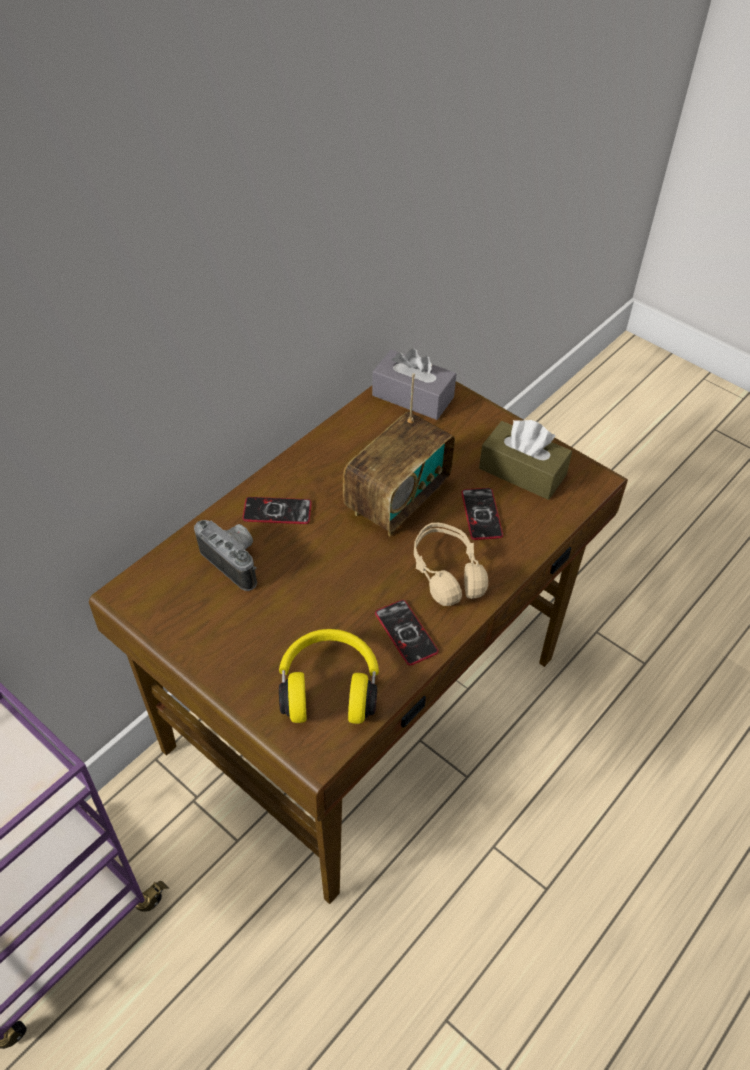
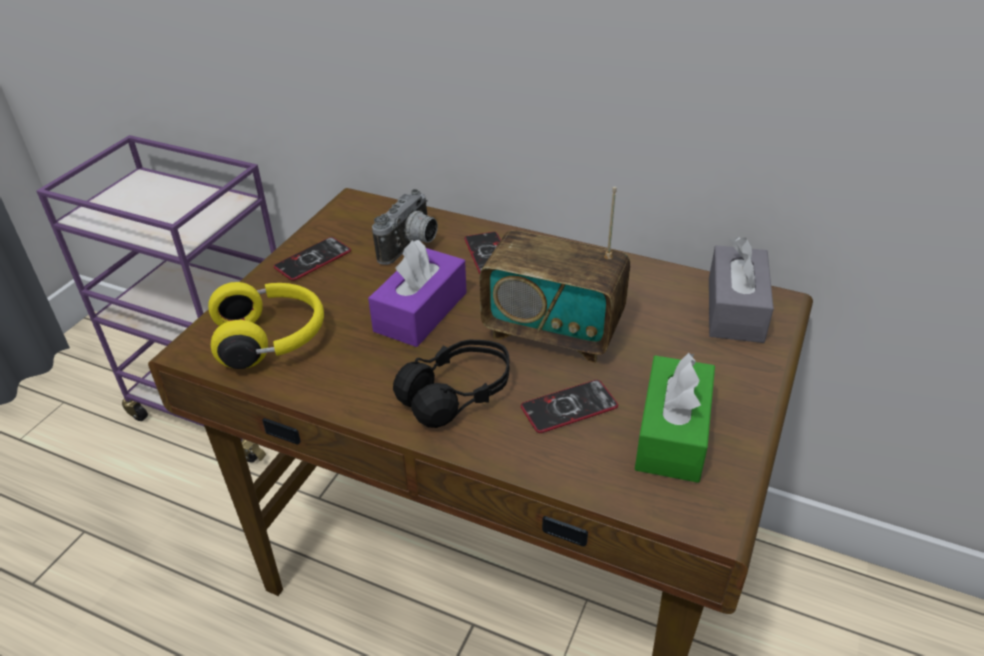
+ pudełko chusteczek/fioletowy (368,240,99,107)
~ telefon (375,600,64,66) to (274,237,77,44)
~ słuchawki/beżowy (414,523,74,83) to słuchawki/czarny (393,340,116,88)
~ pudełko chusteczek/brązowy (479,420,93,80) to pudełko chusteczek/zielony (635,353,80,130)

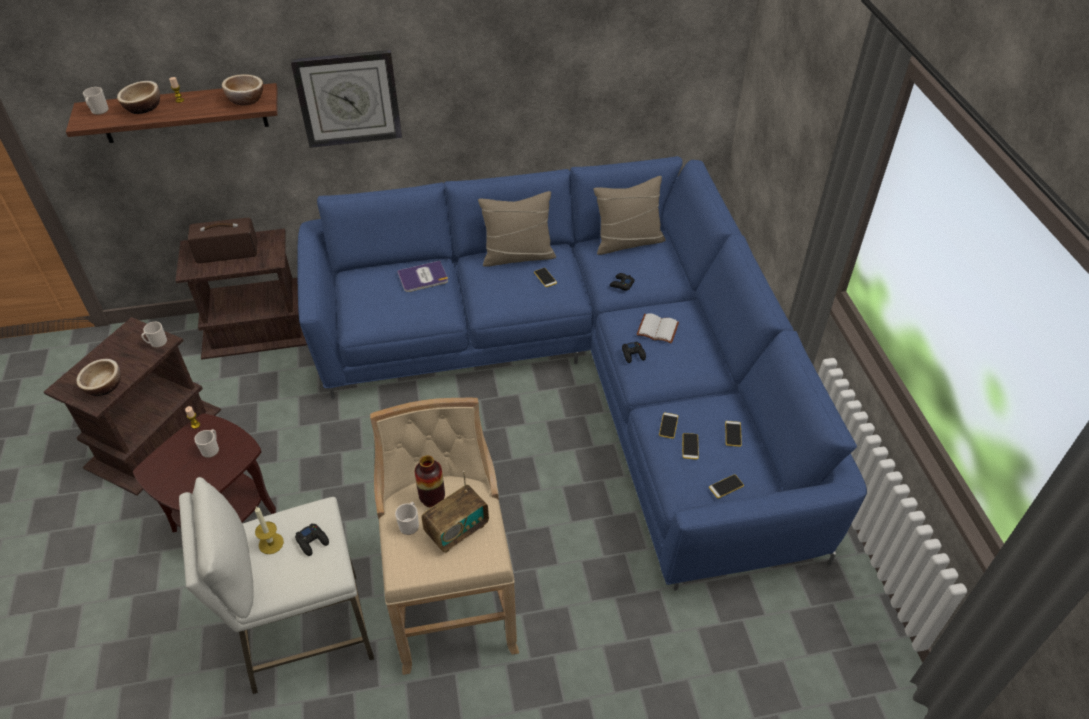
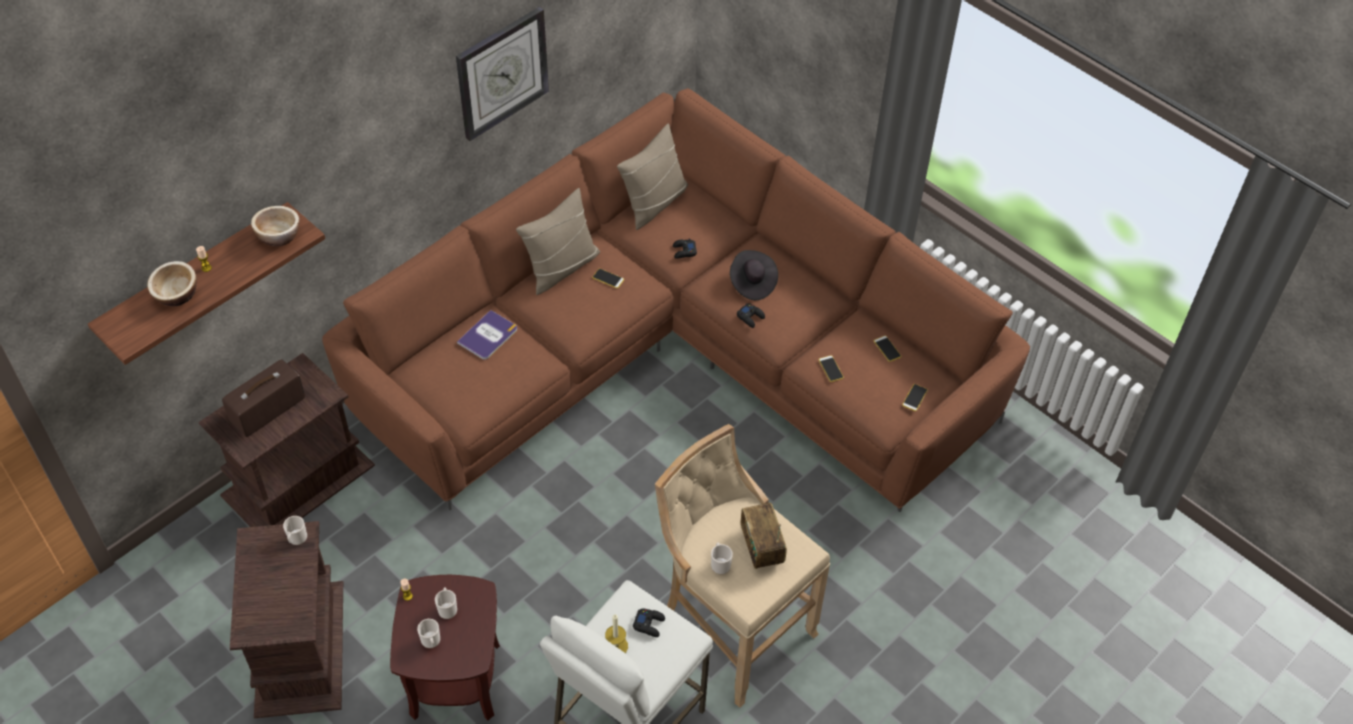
- miska (76,359,45,37)
- wazon (415,455,30,53)
- telefon (682,433,17,27)
~ kubek (83,87,26,28) to (417,619,23,29)
~ zegar ścienny (291,50,111,98) to (456,7,93,134)
~ książka/biały (636,313,43,31) to kapelusz/czarny (730,250,48,50)
~ kanapa/niebieski (297,156,570,435) to kanapa/brązowy (322,88,708,424)
~ radio (422,471,67,82) = (741,503,46,66) 150 degrees clockwise

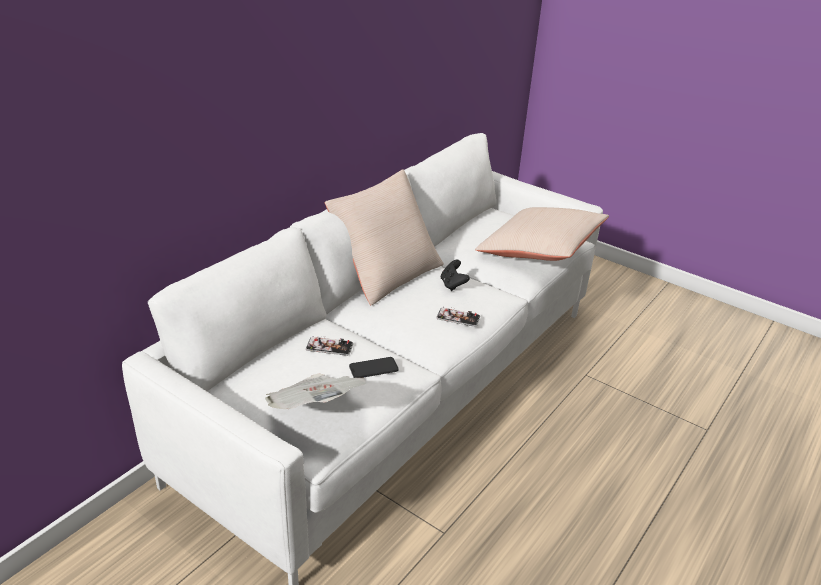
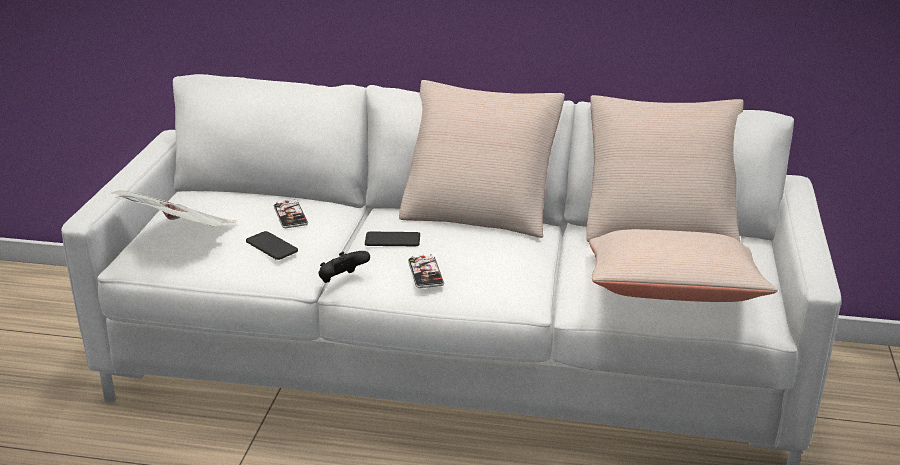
+ telefon (365,232,55,14)
+ poduszka/beżowy (586,95,157,148)
~ pad do gier/czarny (441,260,29,31) to (318,251,52,32)

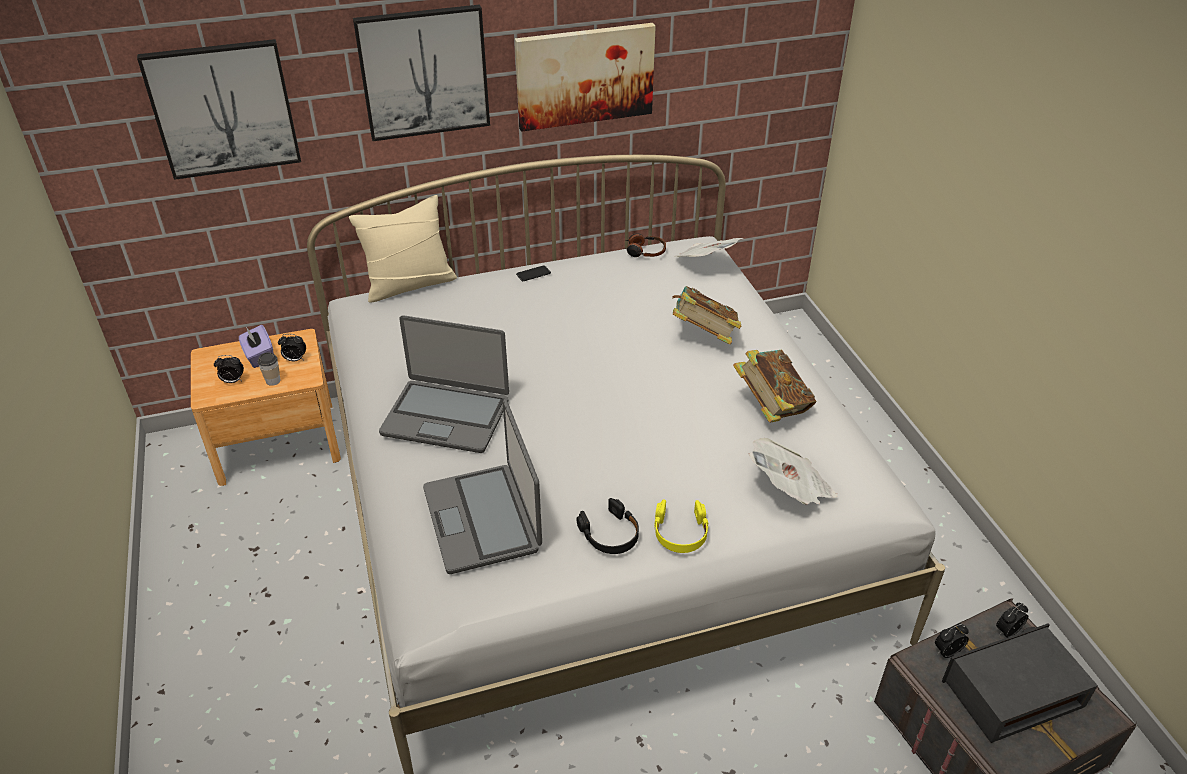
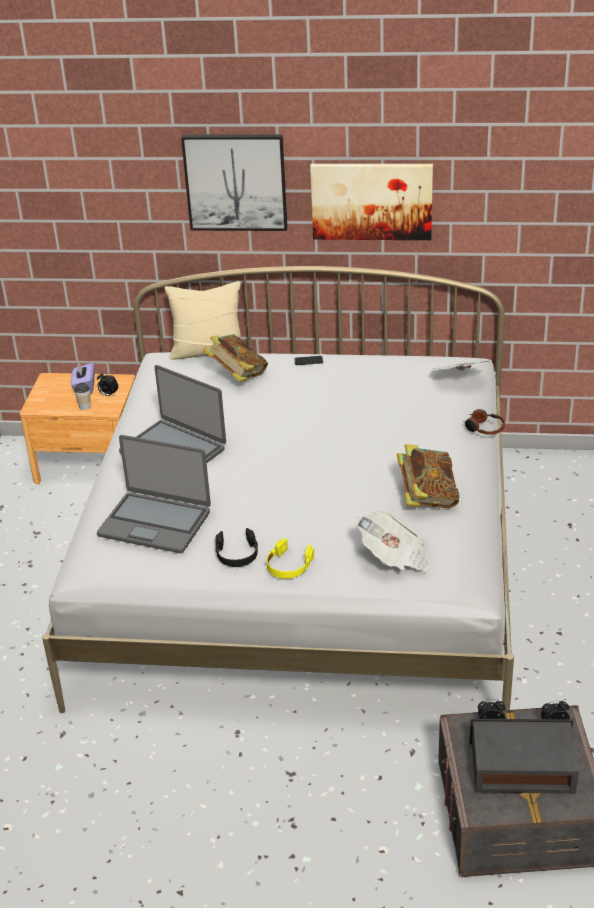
- obraz (137,39,164,141)
- budzik (214,355,30,28)
~ słuchawki (624,233,42,24) to (463,409,42,26)
~ książka (672,286,69,59) to (203,334,65,48)
~ laptop (423,400,119,174) = (97,435,114,118) 75 degrees counterclockwise

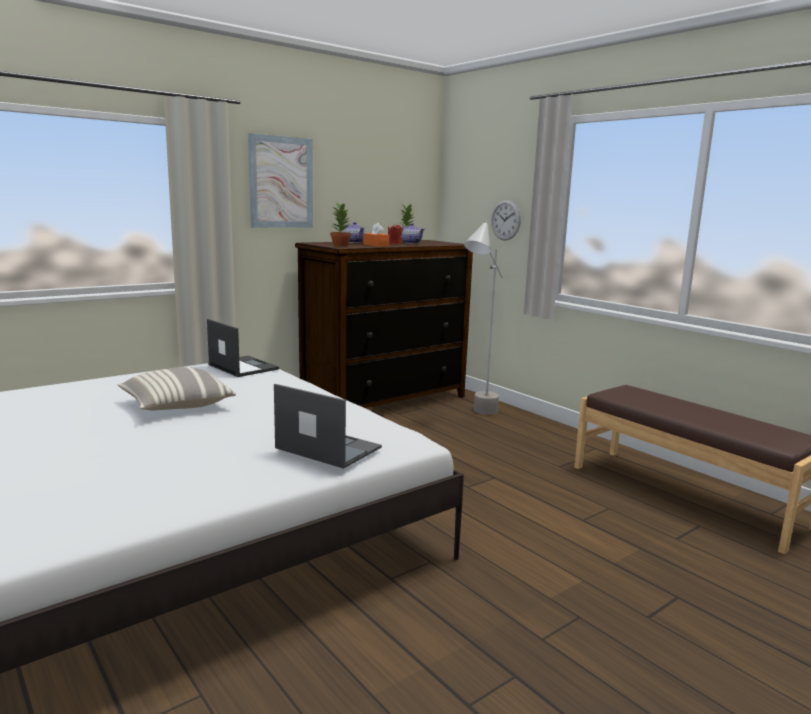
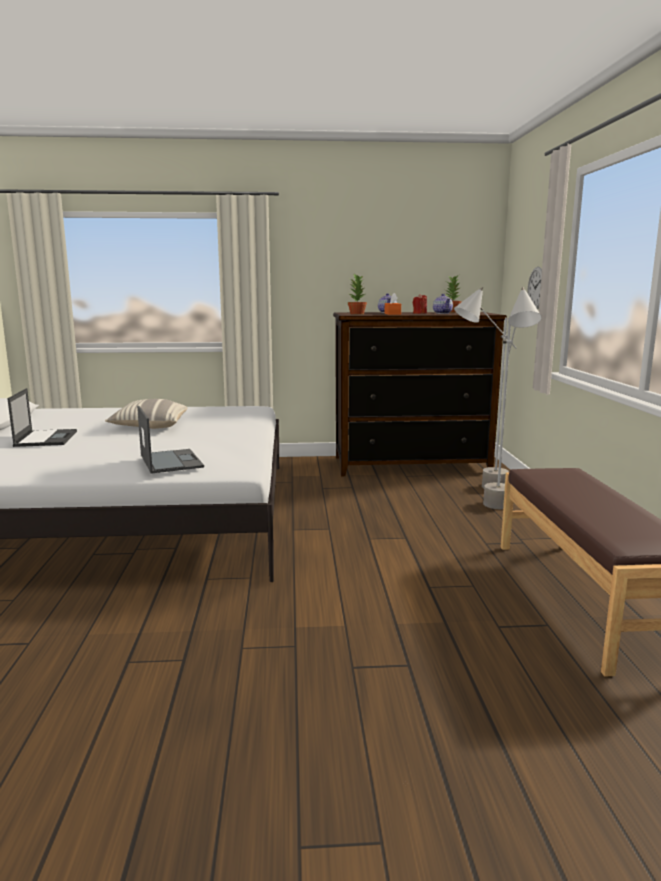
- obraz (248,133,65,95)
+ lampa stojąca/szary (483,287,59,222)
~ laptop (207,319,72,58) to (7,388,70,59)

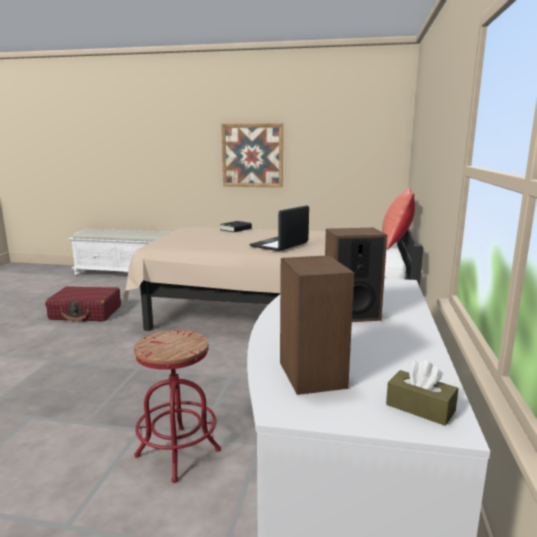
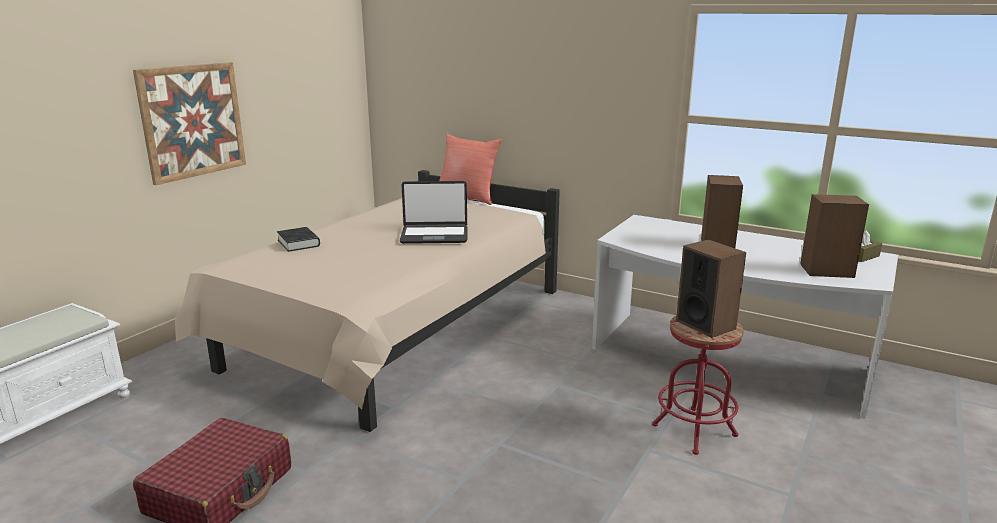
+ głośnik (676,239,70,99)
~ laptop (249,205,60,46) = (400,181,67,63) 60 degrees counterclockwise

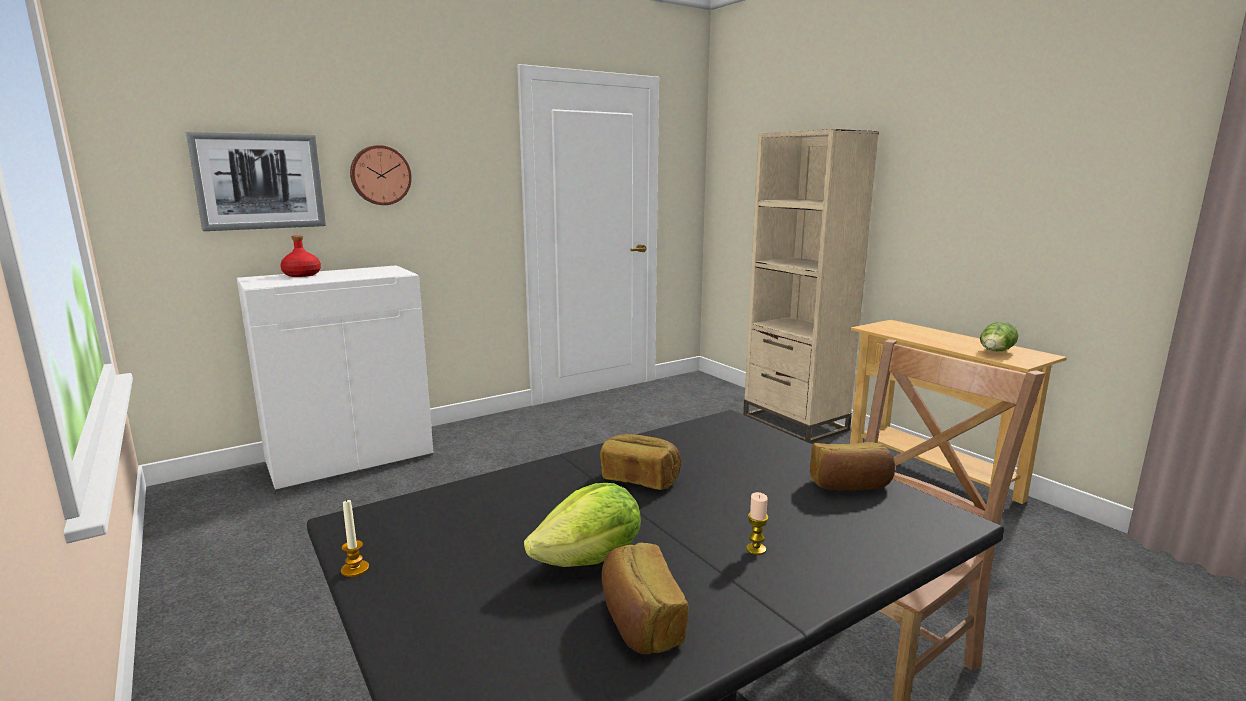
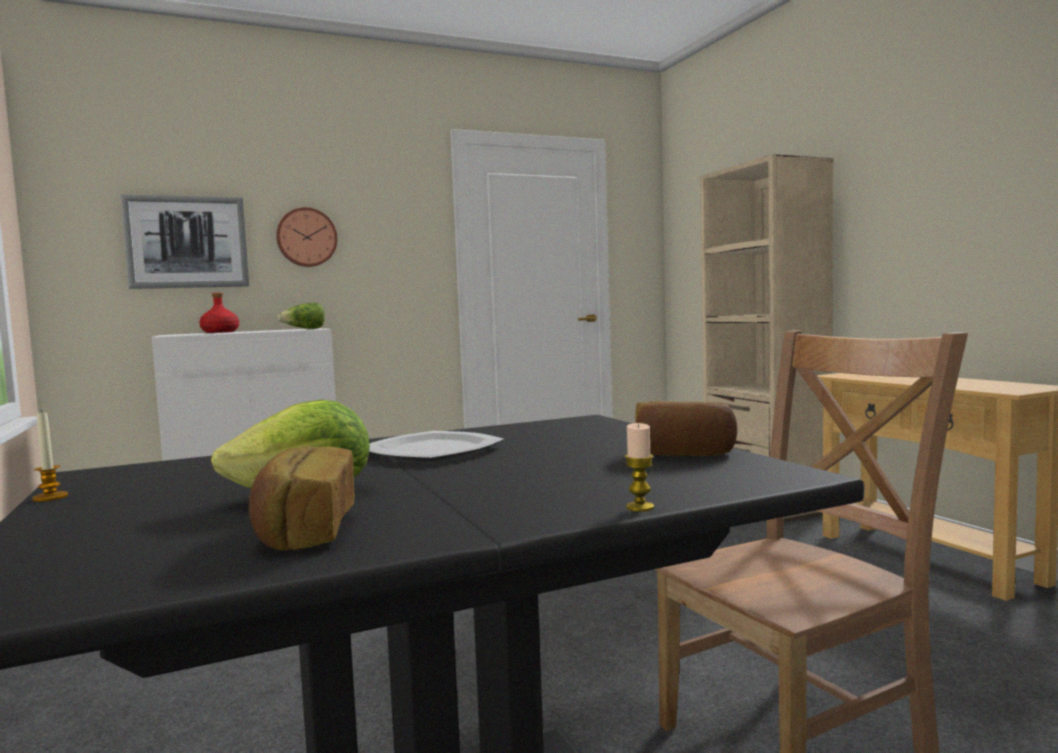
~ świeca (746,492,23,63) to (625,423,29,89)
~ sałata (980,321,38,30) to (277,303,48,26)
~ chleb (600,434,81,56) to talerz (369,431,135,31)

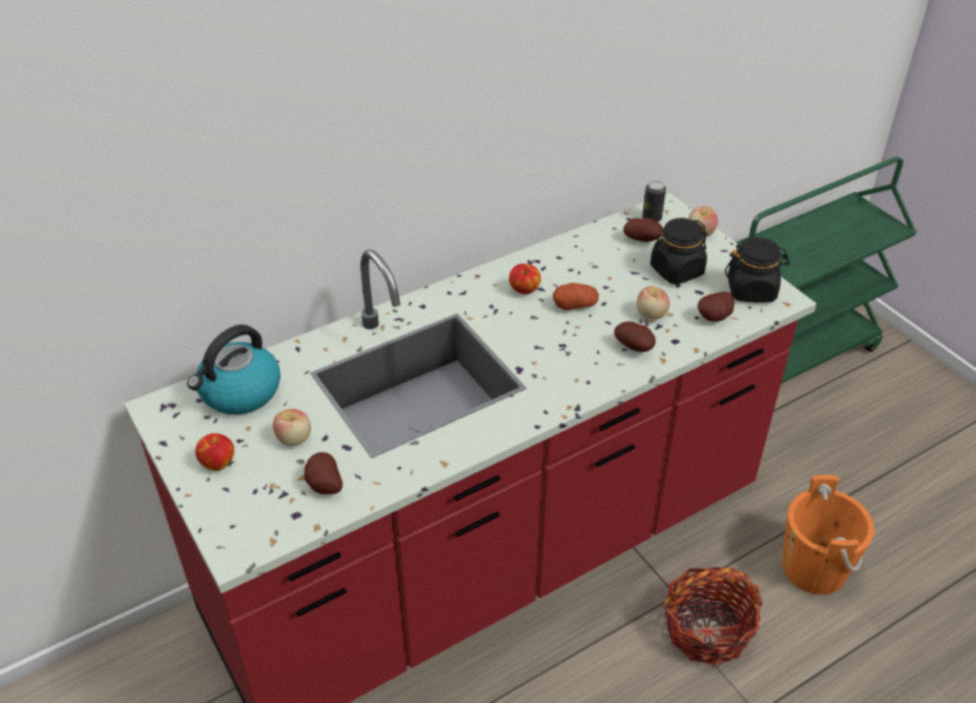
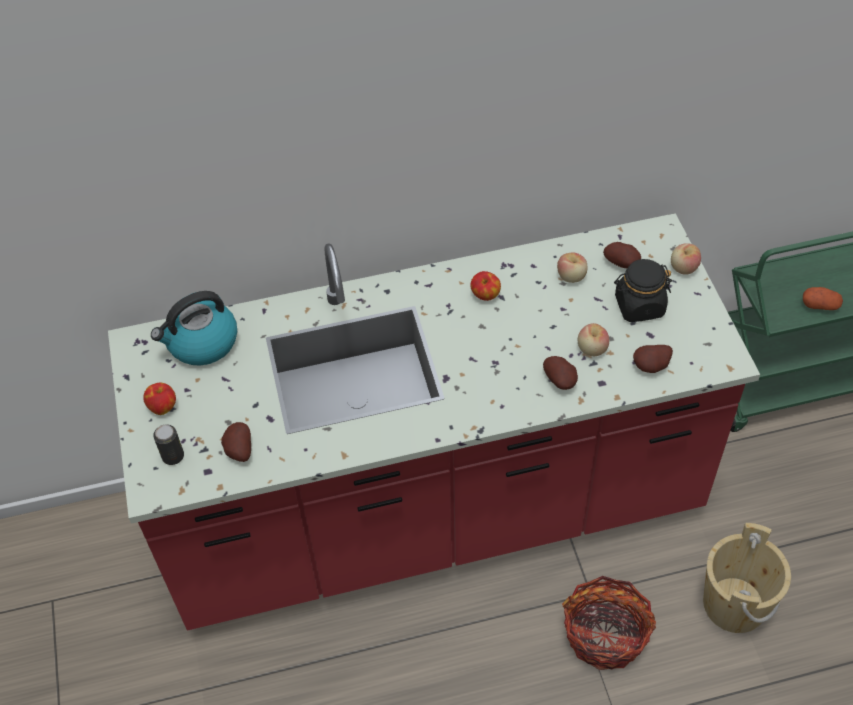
- słoik/czarny (725,237,65,65)
~ jabłko (273,409,38,37) to (557,253,31,30)
~ ziemniak (553,283,46,27) to (803,287,40,23)
~ puszka (642,181,24,41) to (153,424,31,41)
~ wiadro/pomarańczowy (782,475,92,120) to wiadro/beżowy (703,523,88,110)

